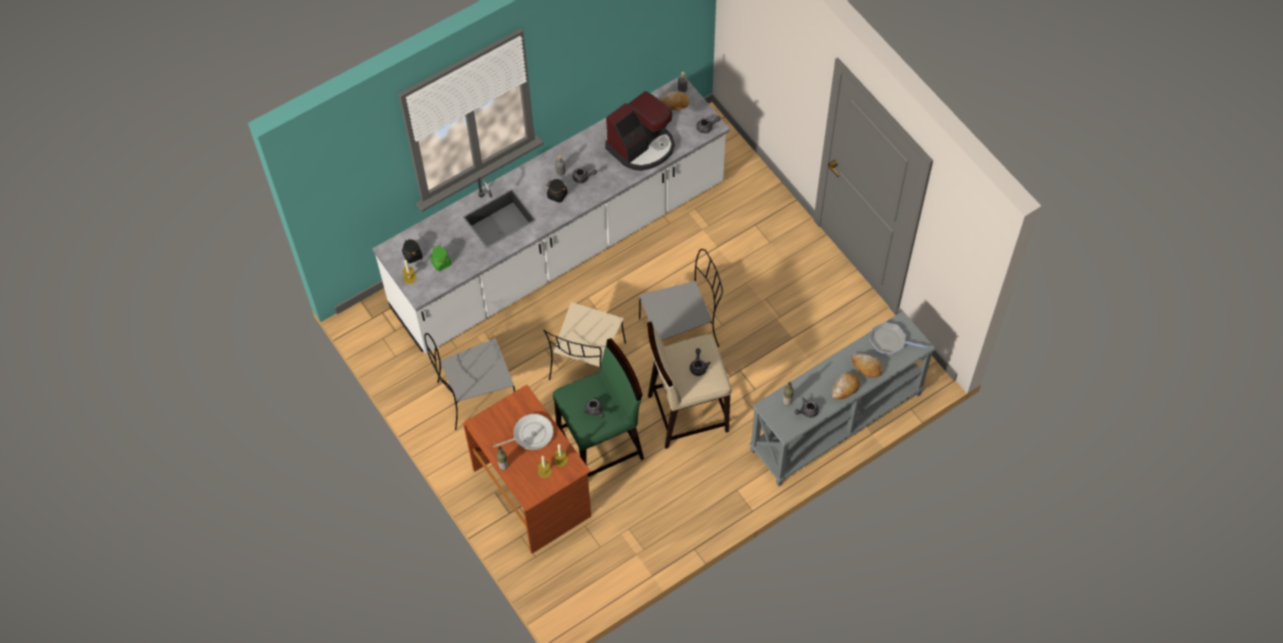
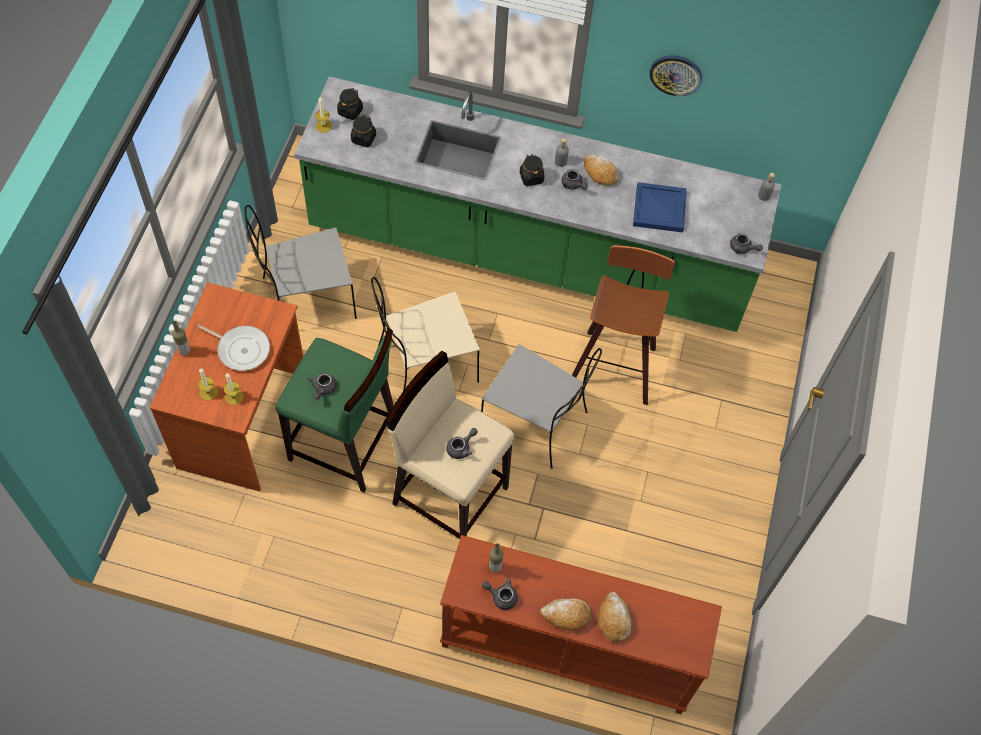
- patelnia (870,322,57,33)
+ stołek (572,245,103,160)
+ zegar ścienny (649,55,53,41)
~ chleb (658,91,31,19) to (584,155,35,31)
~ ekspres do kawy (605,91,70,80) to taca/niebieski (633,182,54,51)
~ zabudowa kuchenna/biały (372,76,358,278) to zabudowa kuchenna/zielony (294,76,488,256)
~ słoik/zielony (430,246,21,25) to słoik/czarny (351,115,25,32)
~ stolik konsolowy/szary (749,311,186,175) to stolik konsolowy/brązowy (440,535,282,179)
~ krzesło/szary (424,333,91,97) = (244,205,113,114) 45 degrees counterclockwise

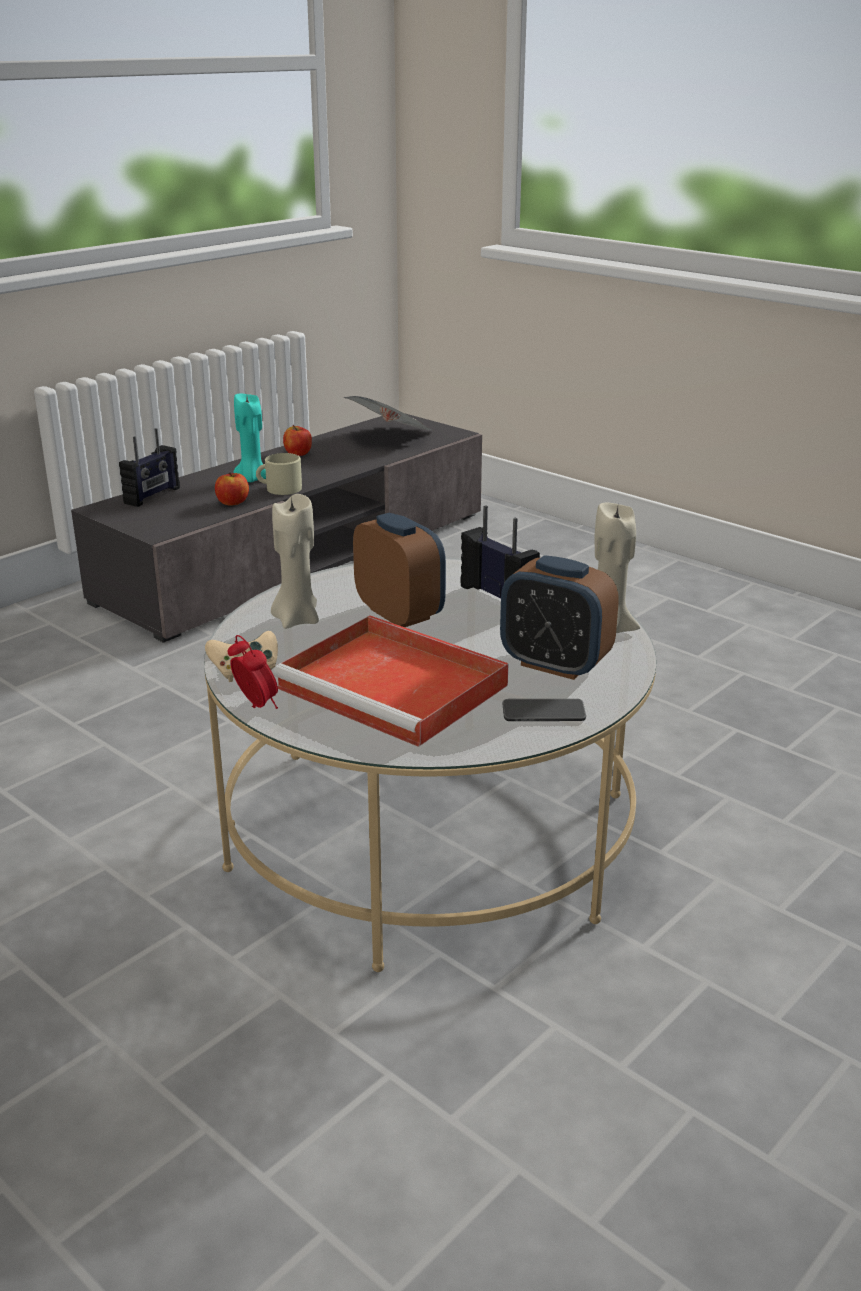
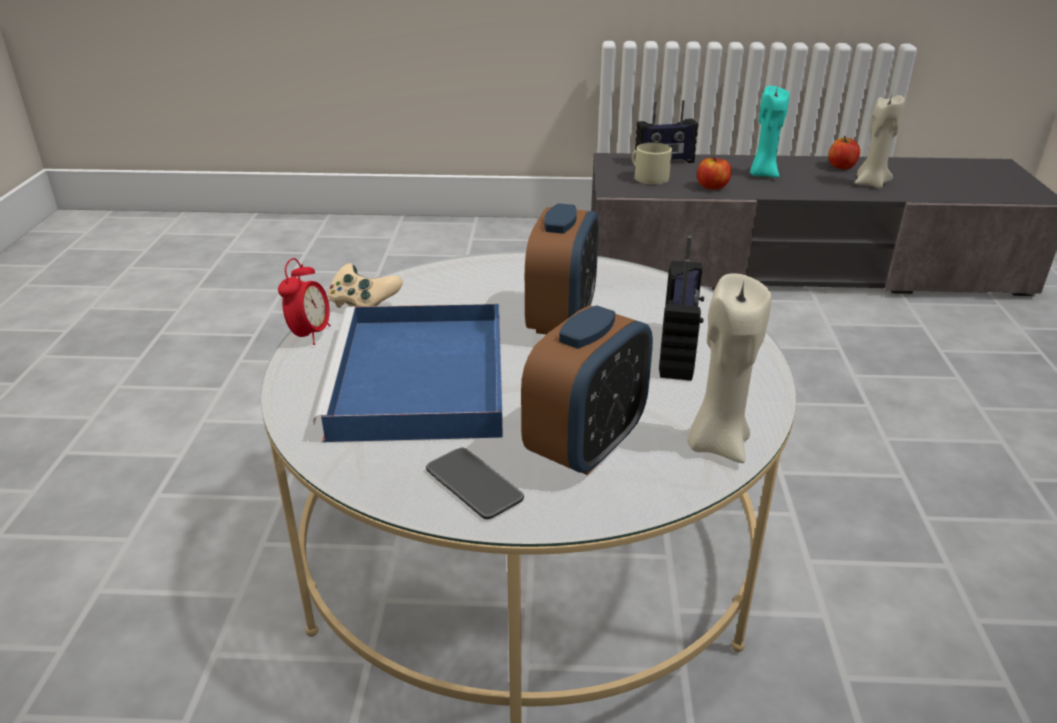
- gazeta (344,396,88,34)
~ kubek/beżowy (256,453,46,42) to (632,142,40,43)
~ świeca/beżowy (271,494,48,135) to (855,94,50,95)
~ taca/czerwony (273,615,236,132) to taca/niebieski (313,304,190,138)
~ budzik (500,555,119,125) = (521,305,132,170) 135 degrees counterclockwise

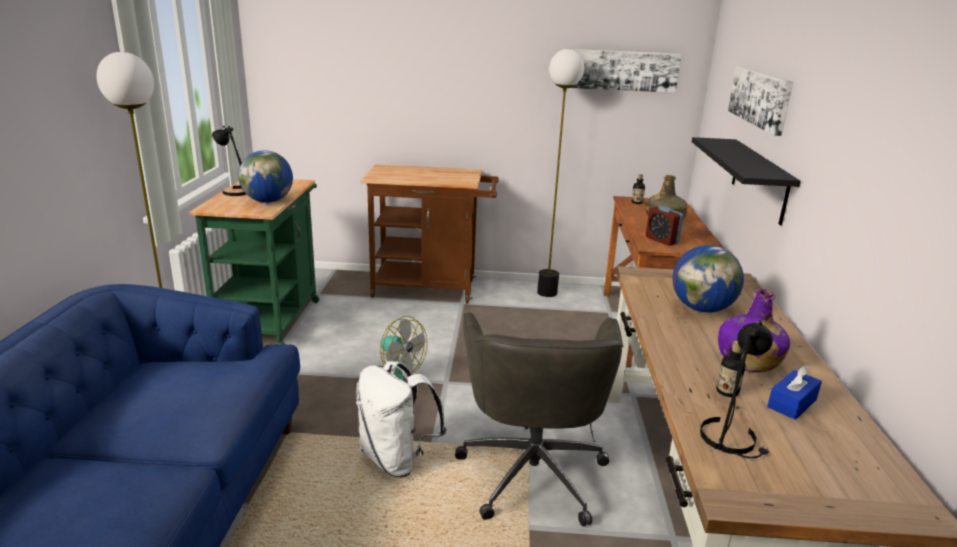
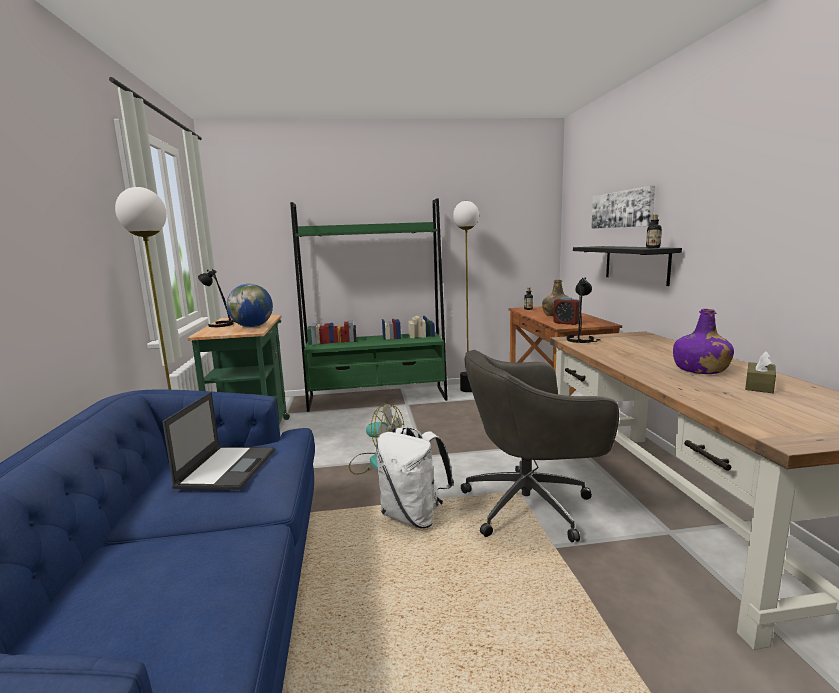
- obraz (571,49,111,44)
- globus (673,245,71,67)
+ laptop (162,392,113,98)
~ lampa stołowa/czarny (700,321,73,137) to (567,277,34,66)
~ butelka (716,341,29,56) to (646,215,16,33)
~ wózek/brązowy (361,164,138,140) to regał/zielony (290,198,158,214)
~ pudełko chusteczek/niebieski (767,365,55,55) to pudełko chusteczek/brązowy (745,351,31,42)
~ krzesło biurowe/szary (455,312,168,214) = (461,350,158,192) 90 degrees clockwise

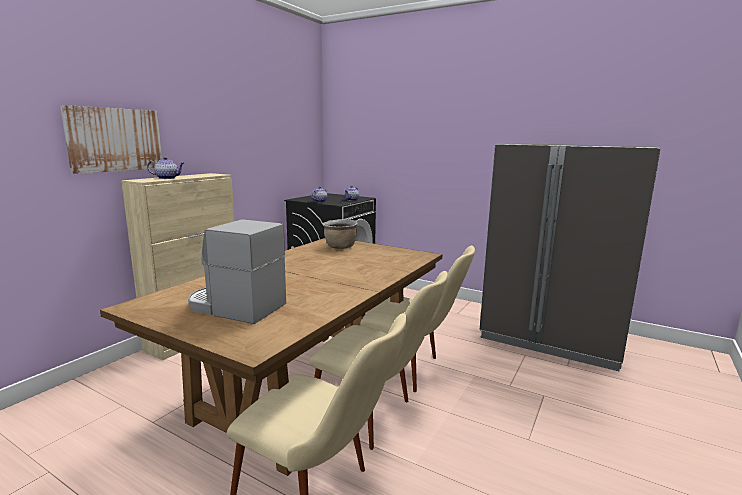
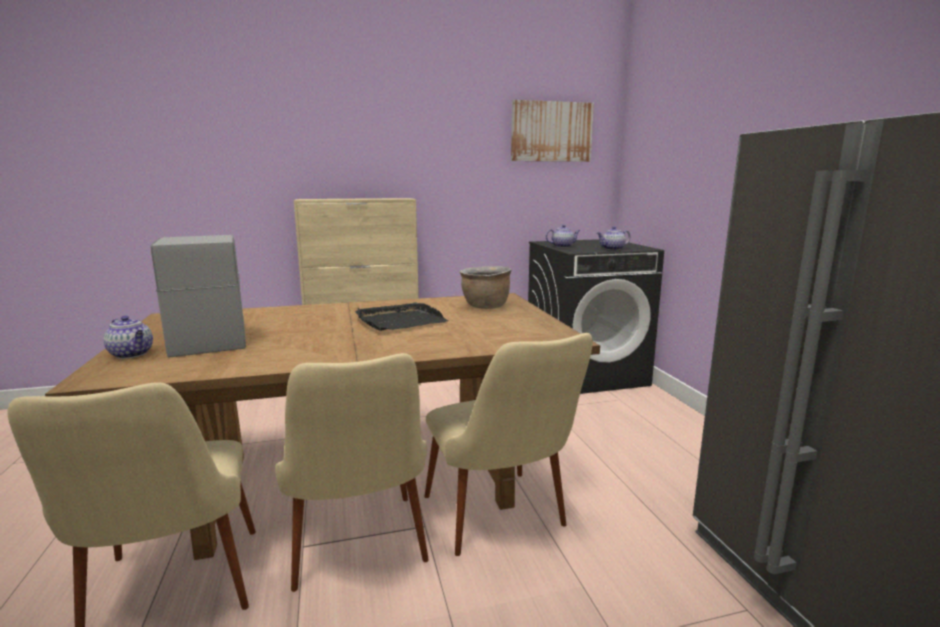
+ taca/czarny (355,303,94,28)
~ obraz (60,105,102,69) to (511,100,83,62)
~ imbryk (147,157,37,22) to (104,316,49,43)

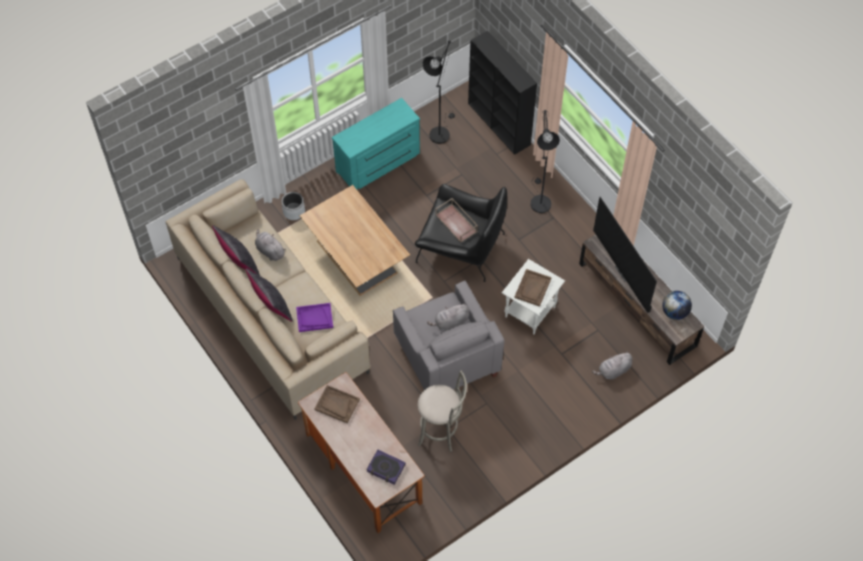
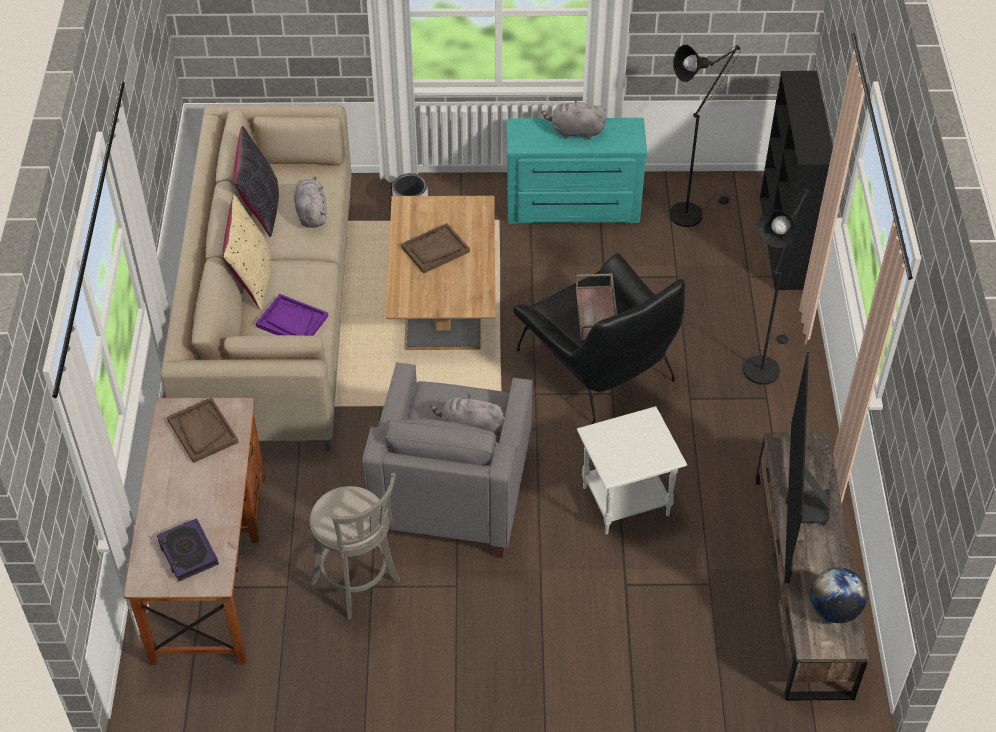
~ taca/brązowy (514,269,38,38) to (401,223,69,51)
~ pluszak/szary (592,351,40,29) to (542,98,64,42)
~ poduszka/czarny (246,268,47,54) to poduszka/beżowy (223,195,48,116)

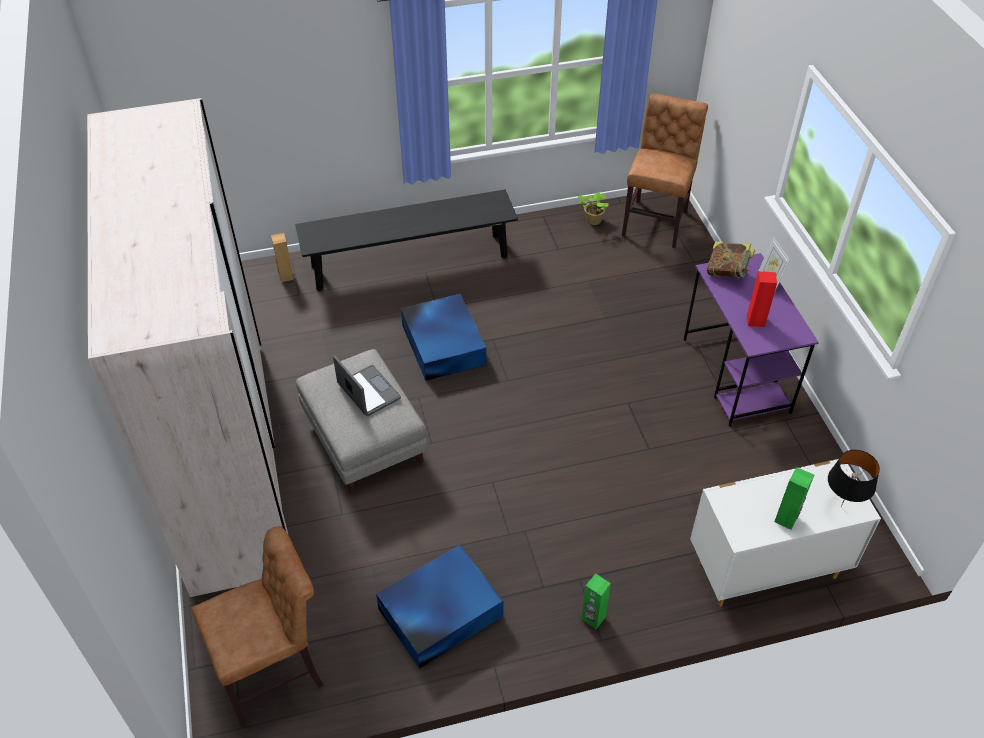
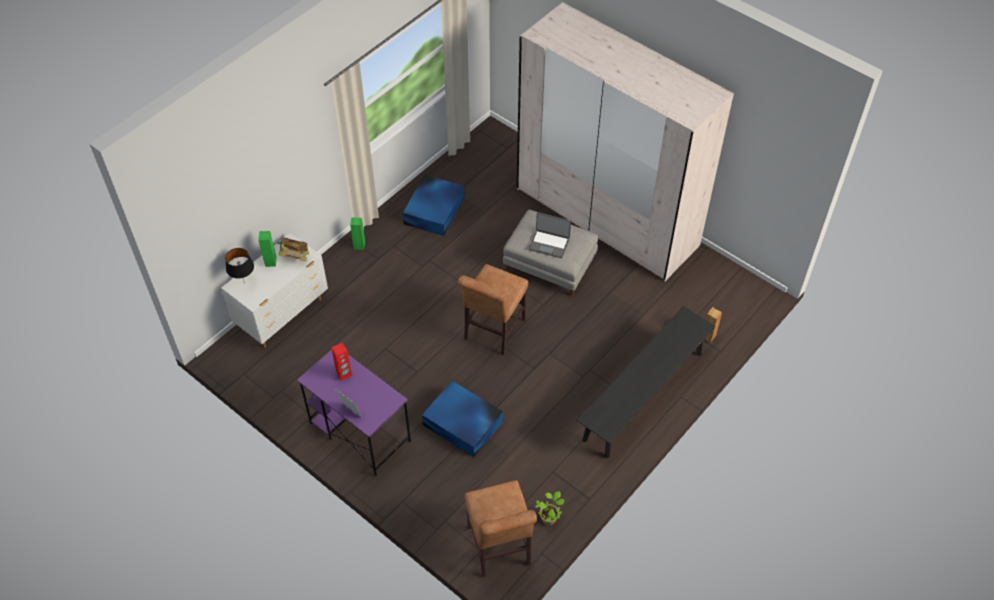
~ krzesło/brązowy (191,526,133,201) to (458,264,70,91)
~ pojemnik do przechowywania/niebieski (401,294,85,87) to (422,381,81,76)
~ książka (707,241,48,37) to (277,237,32,24)

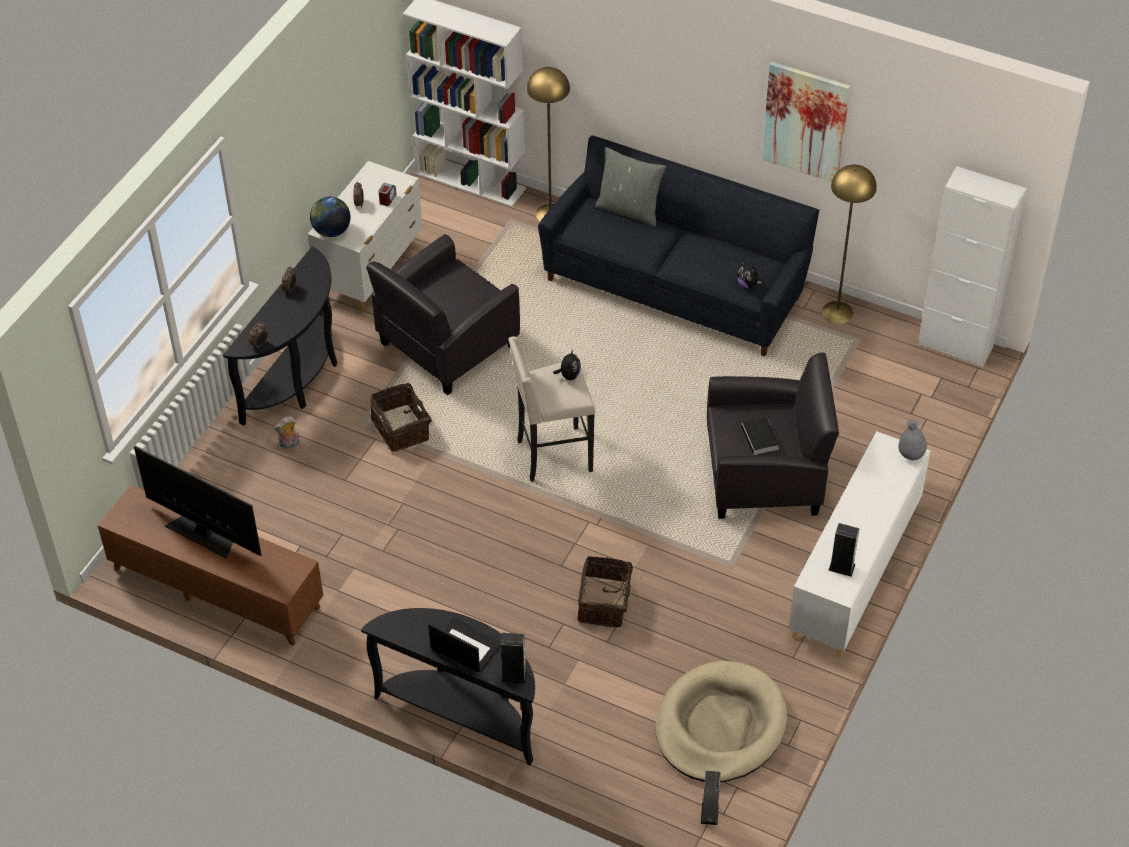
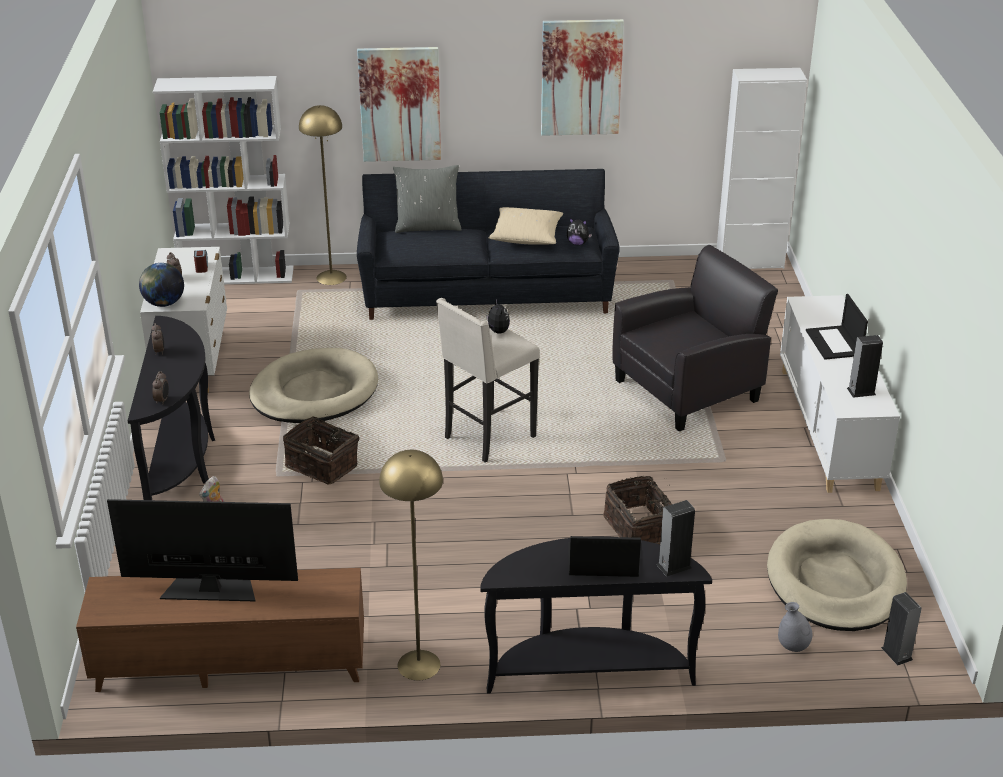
- książka (741,417,38,38)
+ obraz (357,47,84,115)
+ poduszka/beżowy (489,207,74,38)
+ laptop (806,294,62,66)
~ lampa stojąca/żółty (822,165,55,159) to (379,450,64,231)
~ wazon/szary (898,420,29,40) to (778,602,34,50)
~ fotel/czarny (366,234,154,161) to legowisko/beżowy (249,348,129,75)

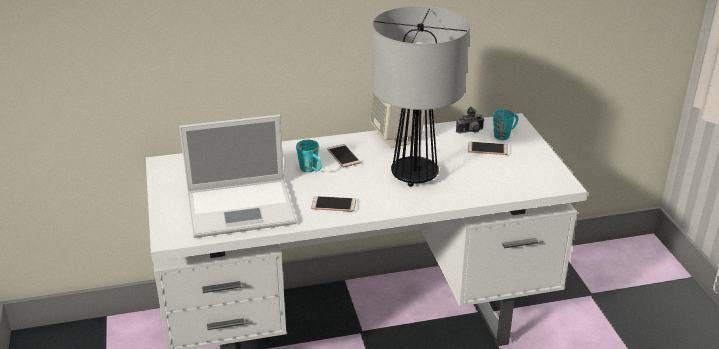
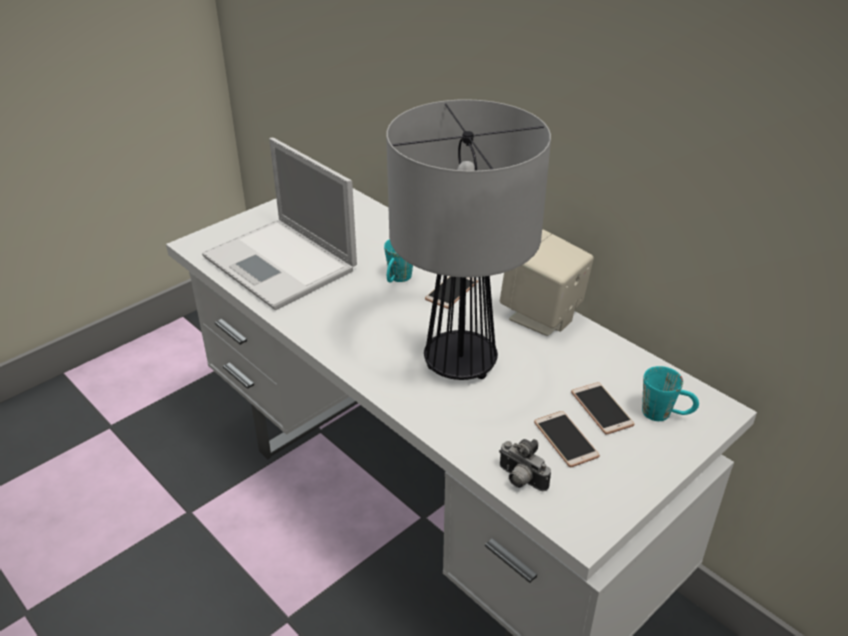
~ telefon (311,196,45,16) to (534,411,66,56)
~ aparat fotograficzny (456,107,29,27) to (499,439,52,52)

